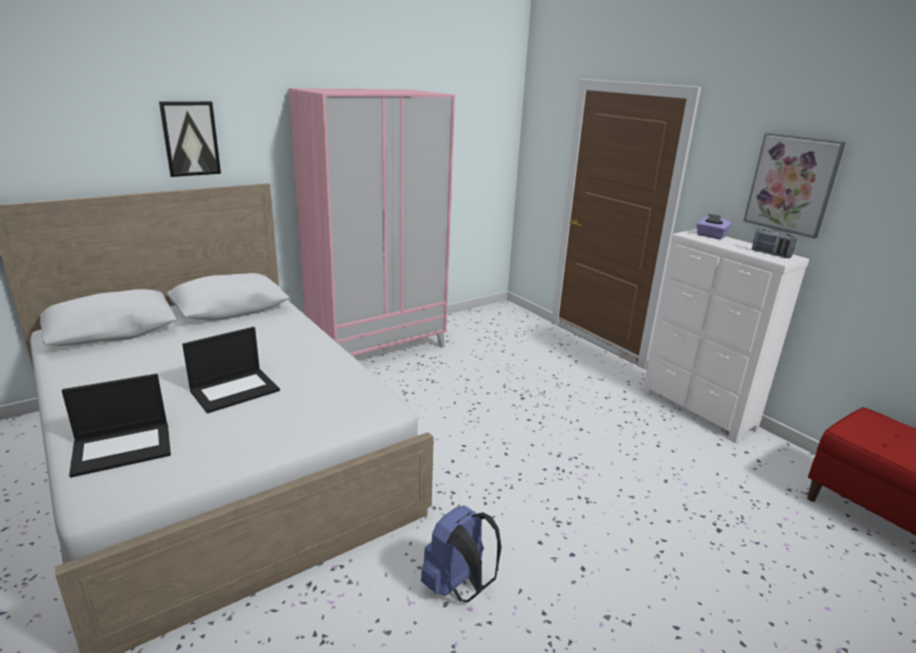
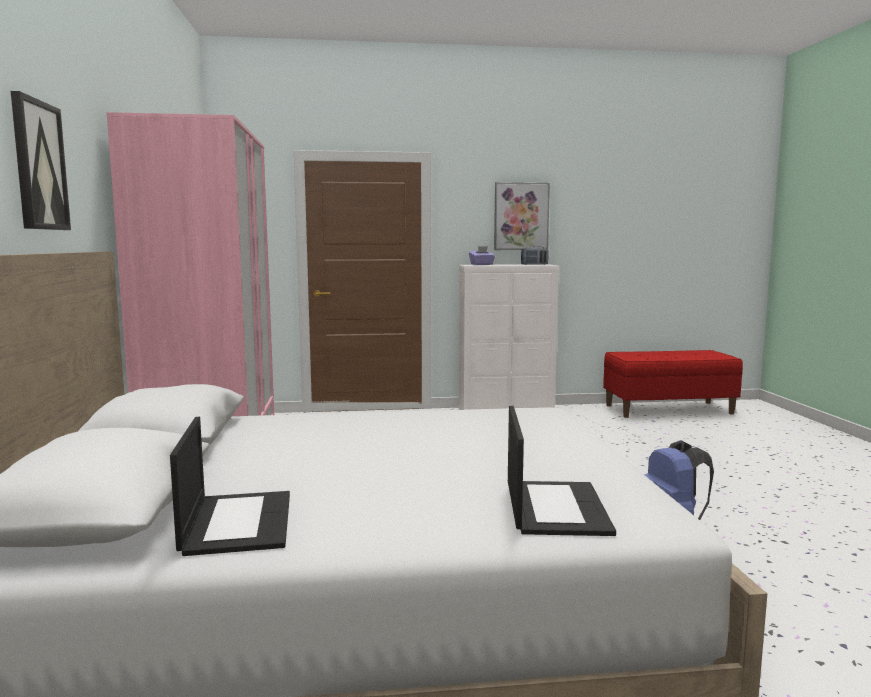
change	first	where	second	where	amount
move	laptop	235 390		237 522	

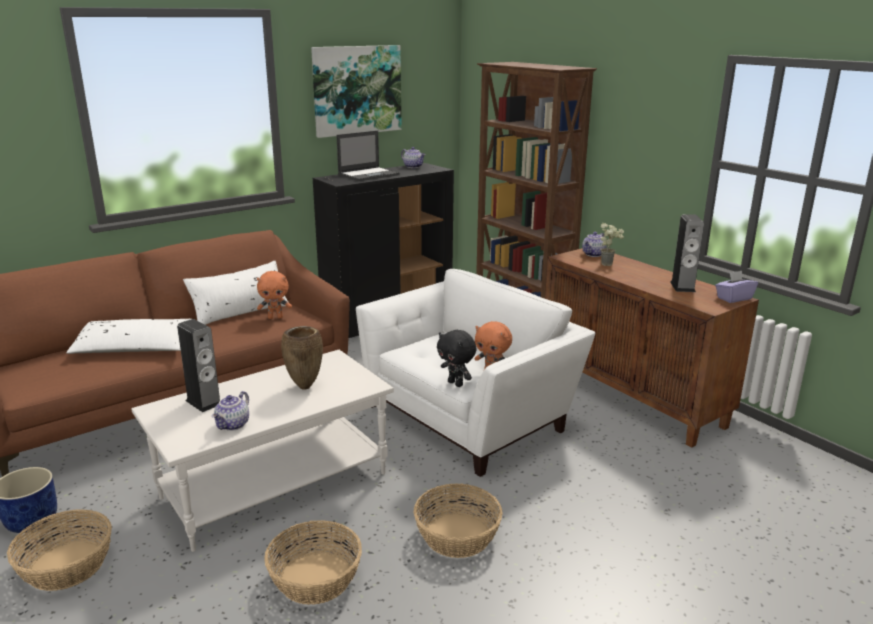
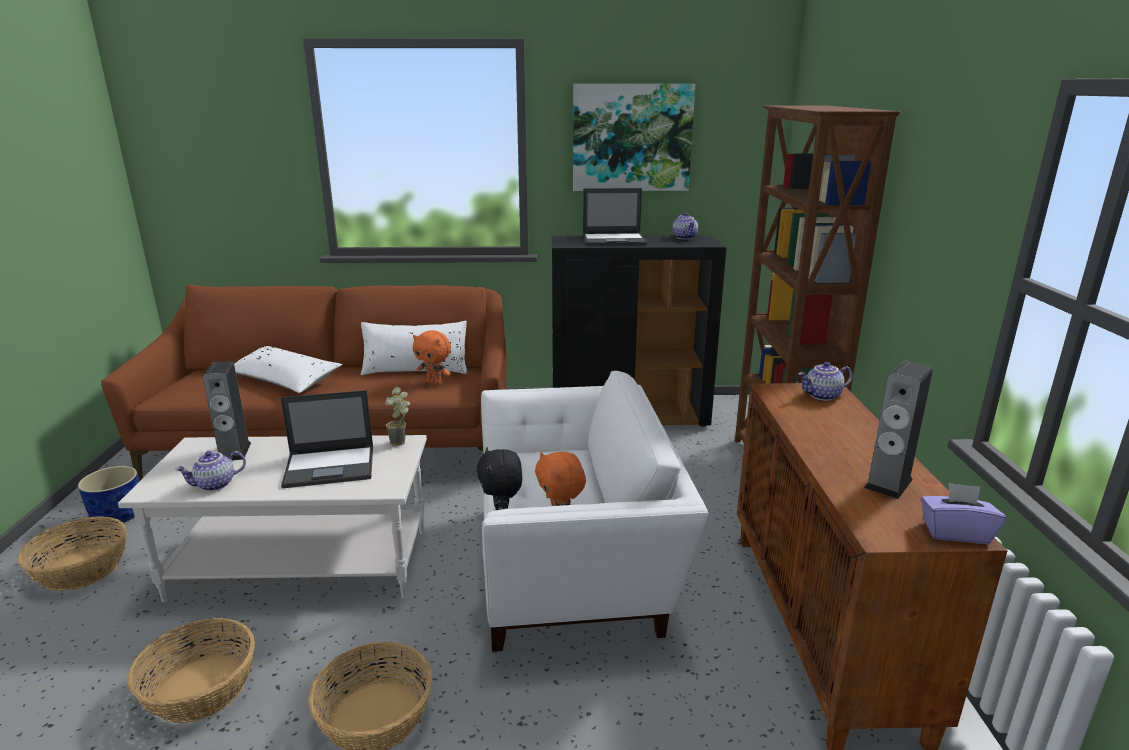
change	first	where	second	where	amount
move	potted plant	609 264		402 443	
replace	brown decorative vase	305 386	laptop	331 466	

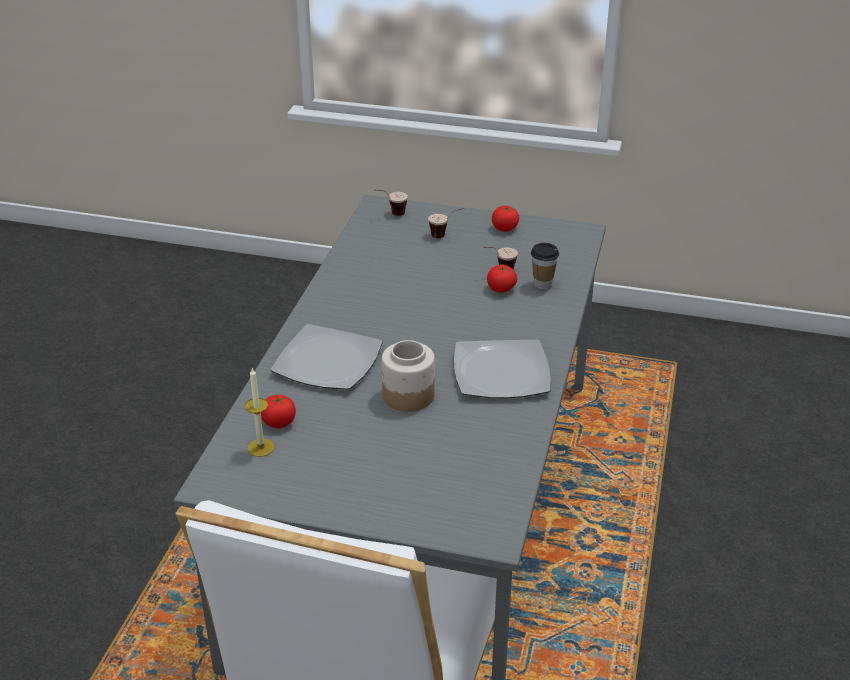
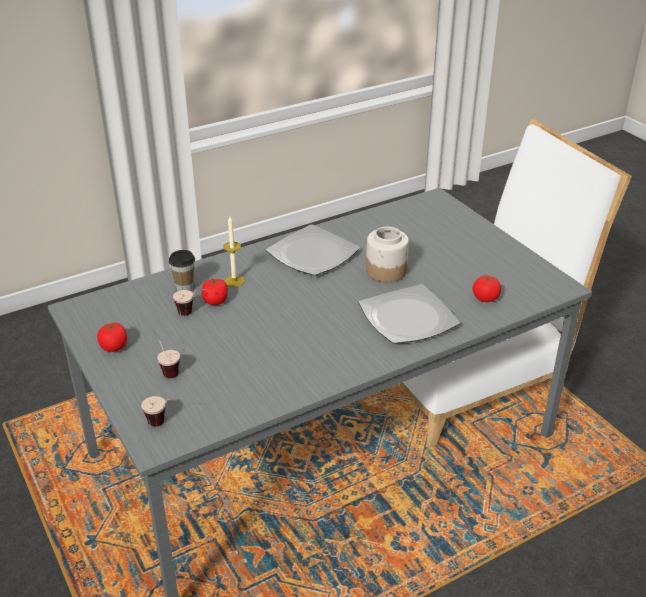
change	first	where	second	where	amount
move	wax candle	261 447		234 281	

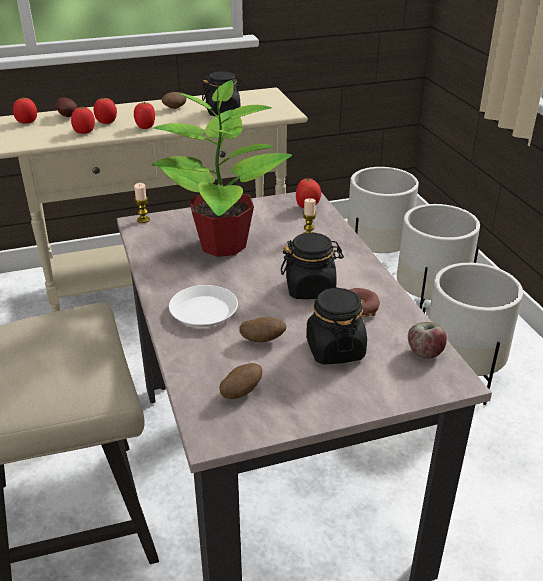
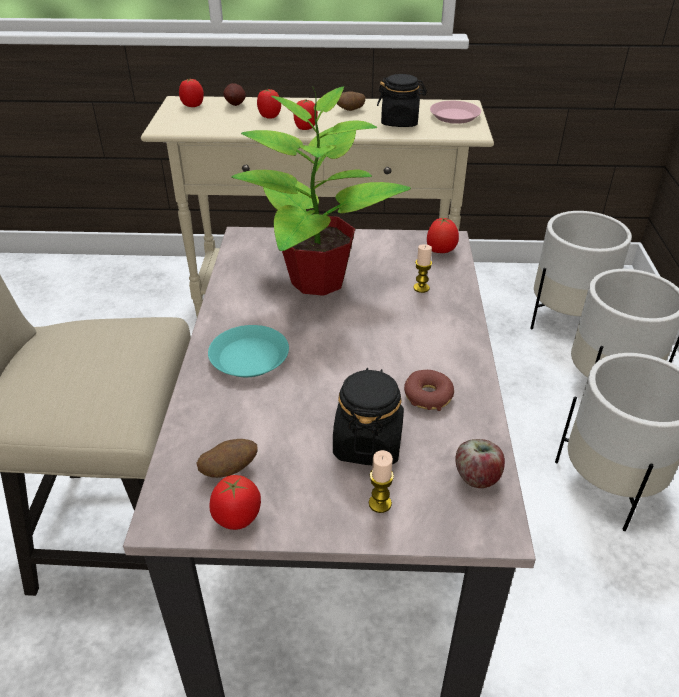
change	first	where	second	where	amount
delete	potato	263 340			
delete	black jar	310 288			
insert			pinkish flat dish	455 116	
move	fresh tomato	84 132		237 519	
move	wax candle	143 220		380 503	
recolor	whitish flat dish	204 311	blue-green flat dish	250 357	

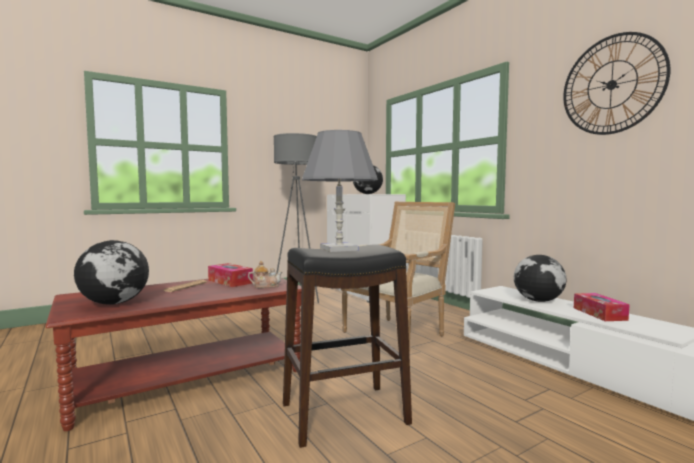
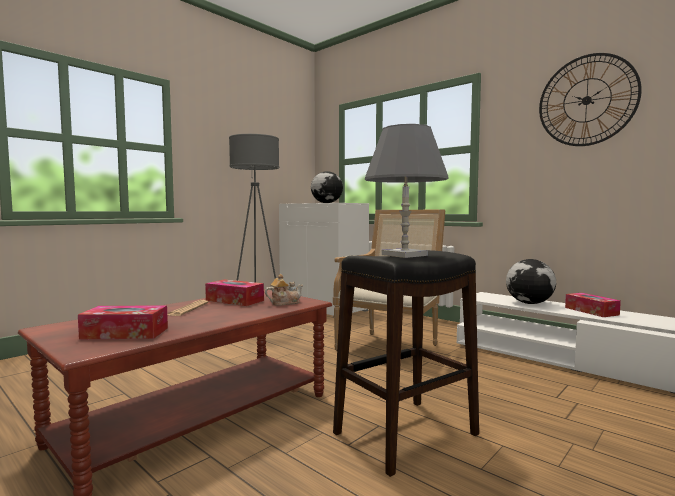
change	first	where	second	where	amount
replace	globe	115 303	tissue box	125 333	

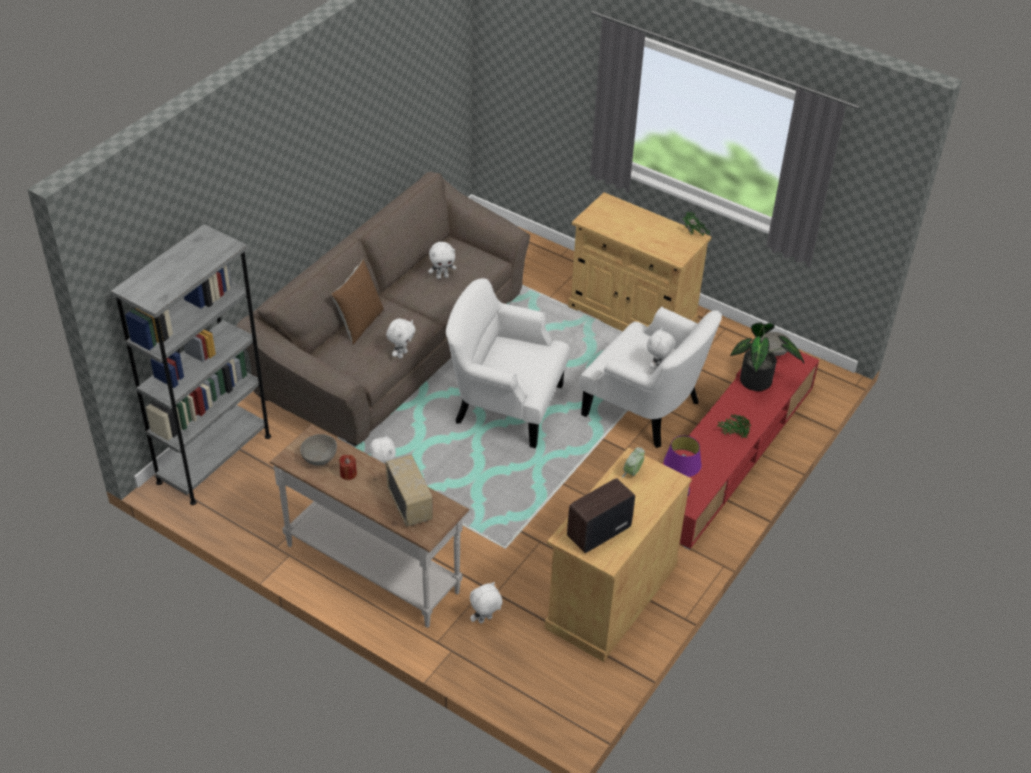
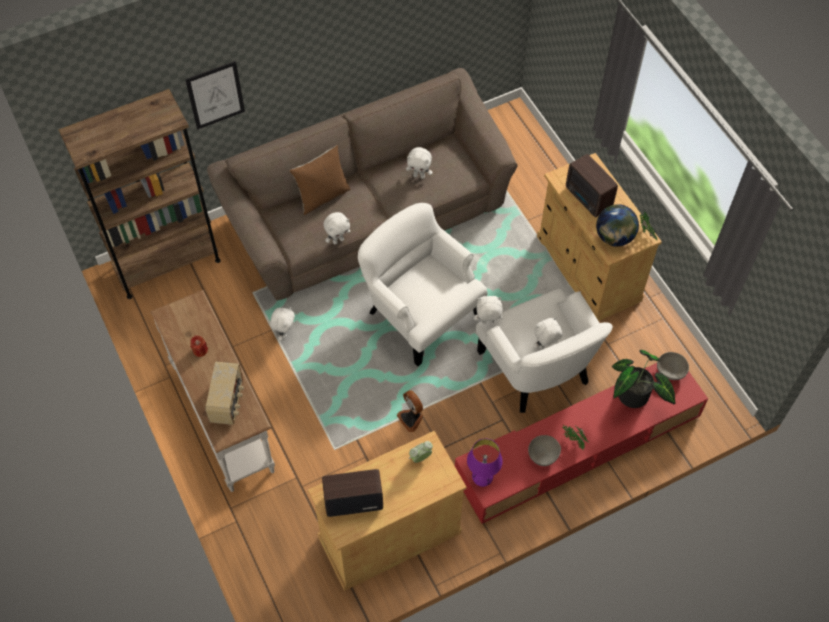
change	first	where	second	where	amount
insert			picture	215 95	
insert			fan	411 418	
insert			radio set	588 199	
insert			globe	614 237	
move	grey bowl	320 458		543 455	
move	whitish soft toy	485 620		487 323	
recolor	grey bookcase	214 459	brown bookcase	167 264	

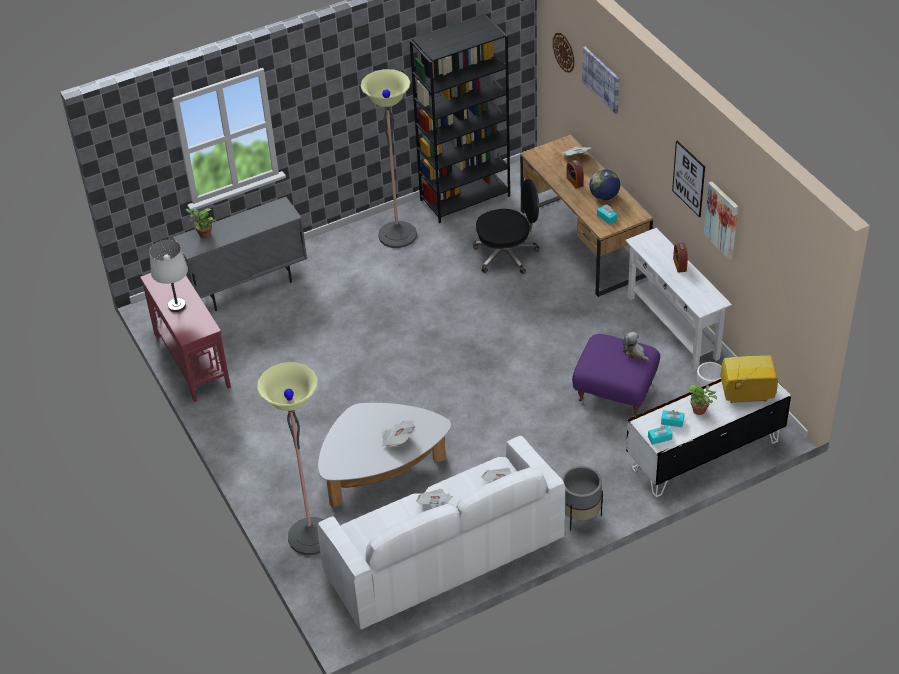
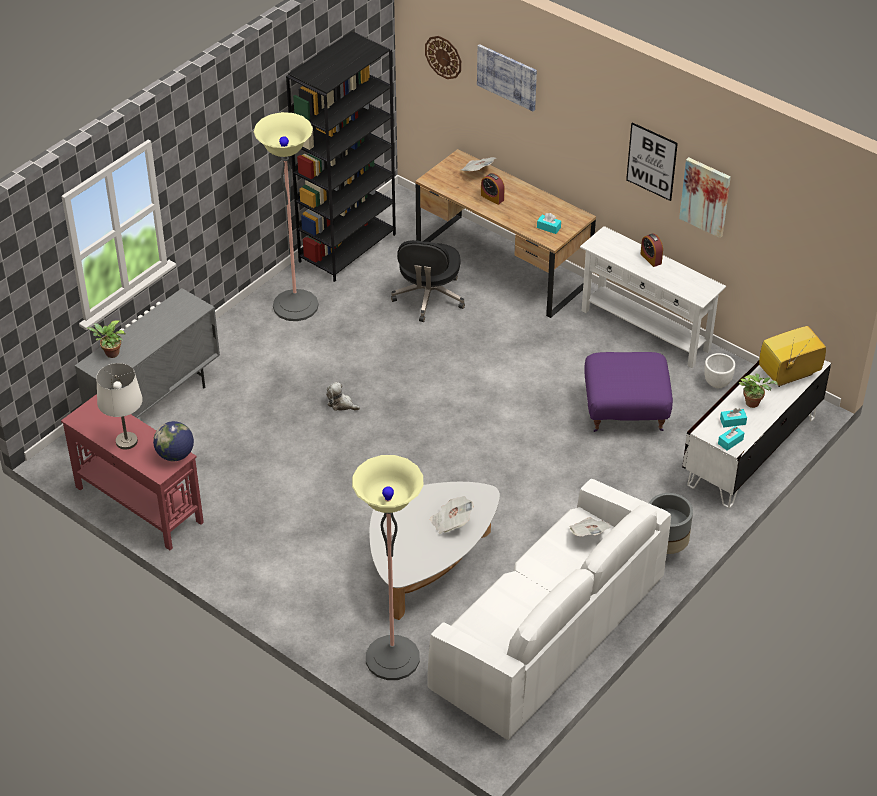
change	first	where	second	where	amount
delete	daily paper	435 503			
move	globe	604 196		175 455	
move	soft toy	634 353		341 404	
rotate	black computer chair	507 255		429 298	135 degrees clockwise

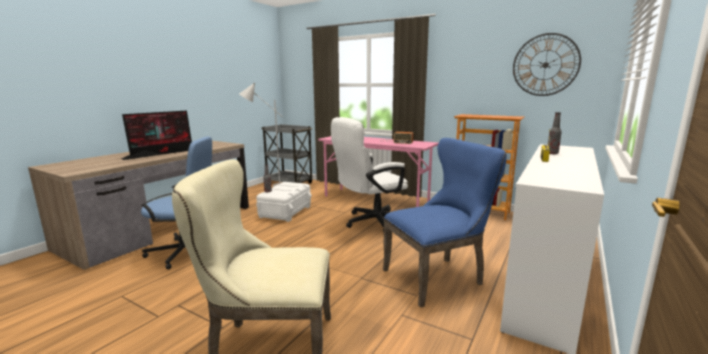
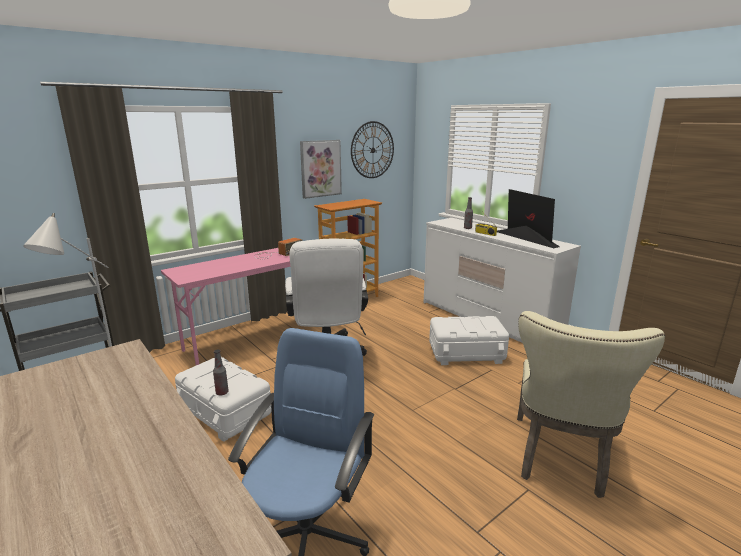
change	first	where	second	where	amount
insert			picture	320 168	
move	monitor	163 153		524 238	
replace	blue-coloured upright chair	438 277	whitish storage bin	466 353	

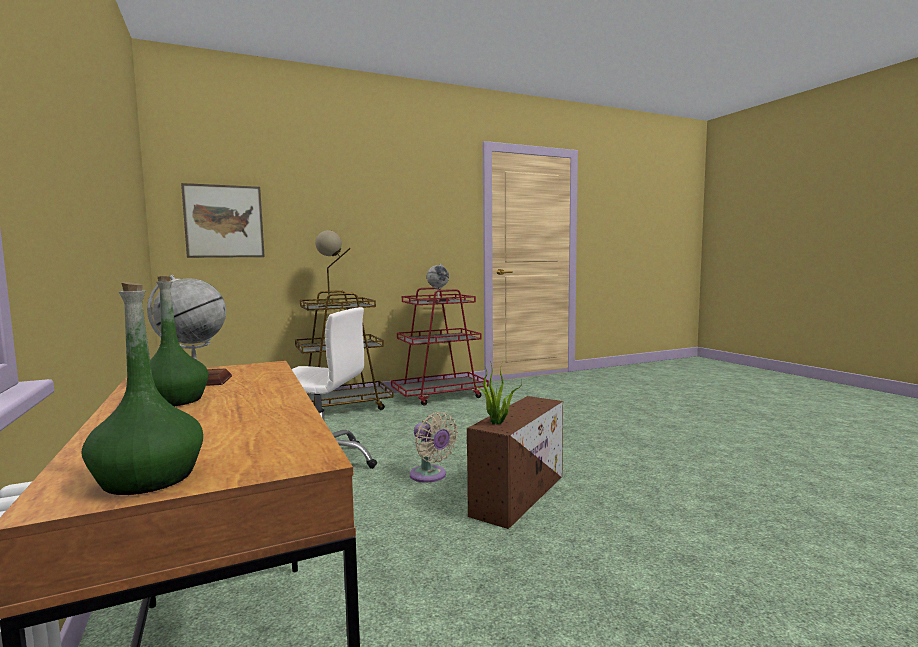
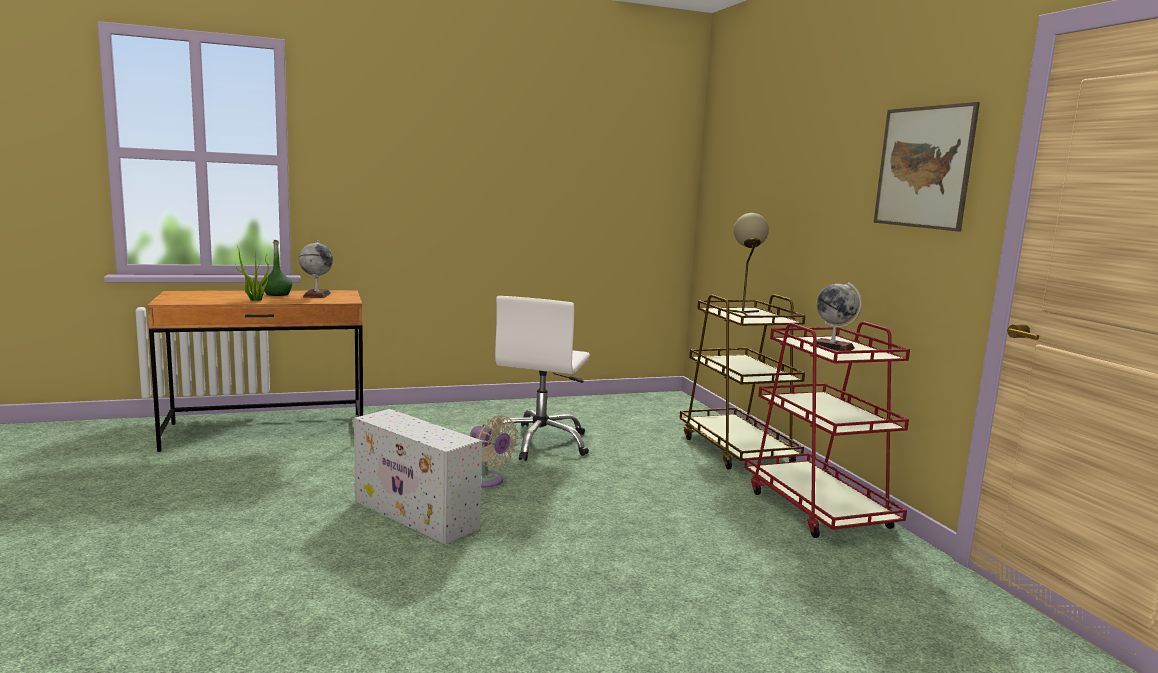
change	first	where	second	where	amount
delete	green-coloured bottle	149 478			
move	picture	224 221		923 167	
move	potted plant	497 423		254 300	
recolor	brown storage bin	519 494	whitish storage bin	417 515	
rotate	beige fan	430 476		487 481	105 degrees counterclockwise

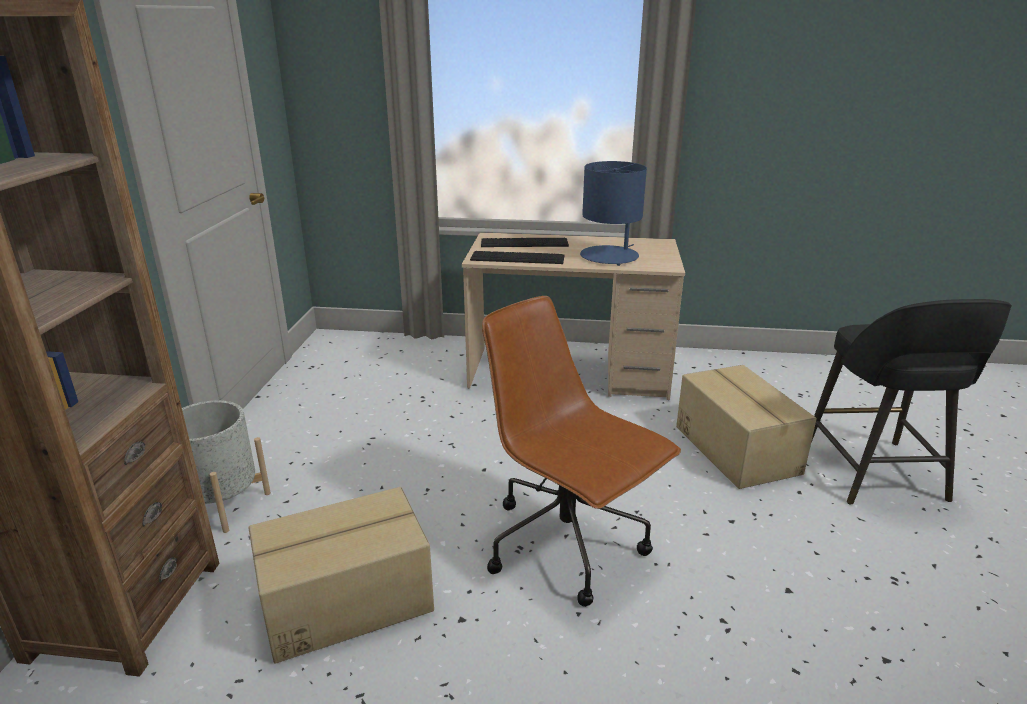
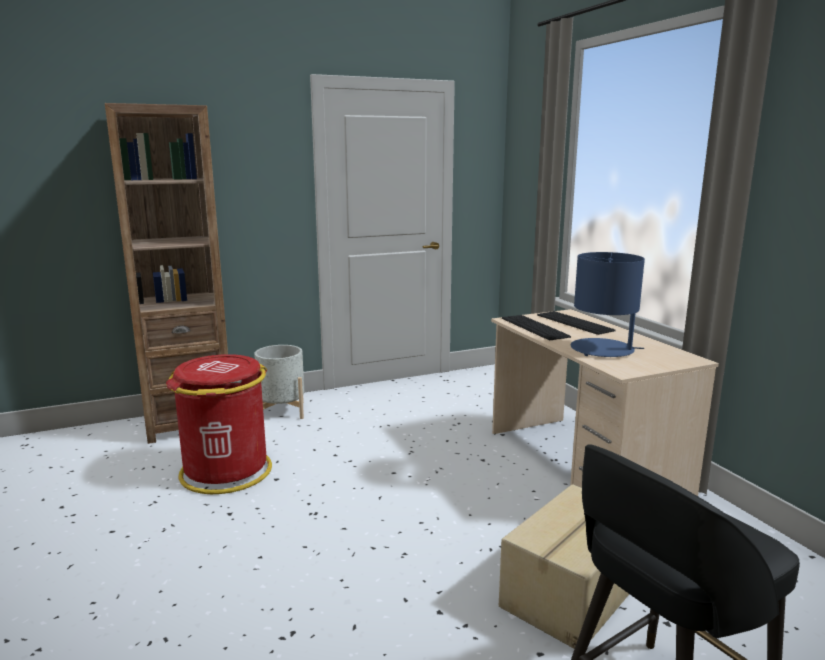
change	first	where	second	where	amount
delete	brown computer chair	568 545			
replace	packing box	345 600	reddish trash can	226 472	

